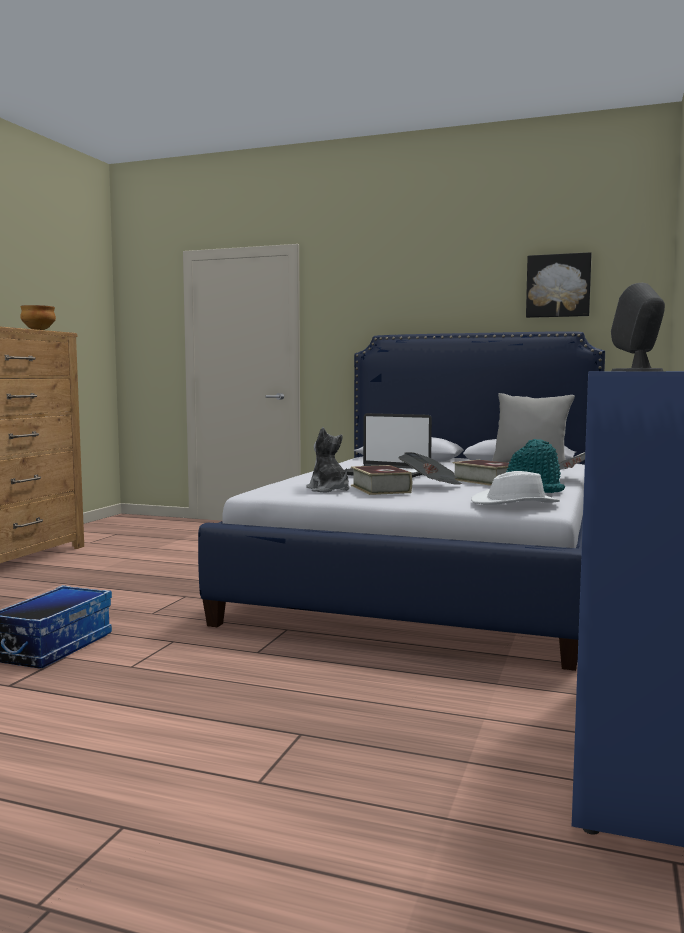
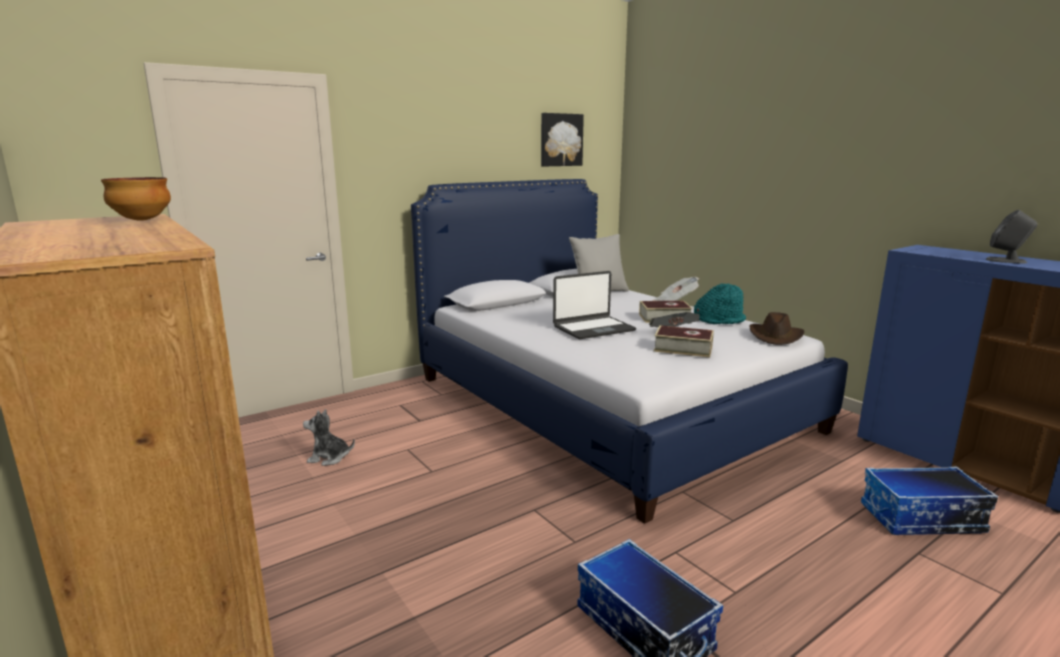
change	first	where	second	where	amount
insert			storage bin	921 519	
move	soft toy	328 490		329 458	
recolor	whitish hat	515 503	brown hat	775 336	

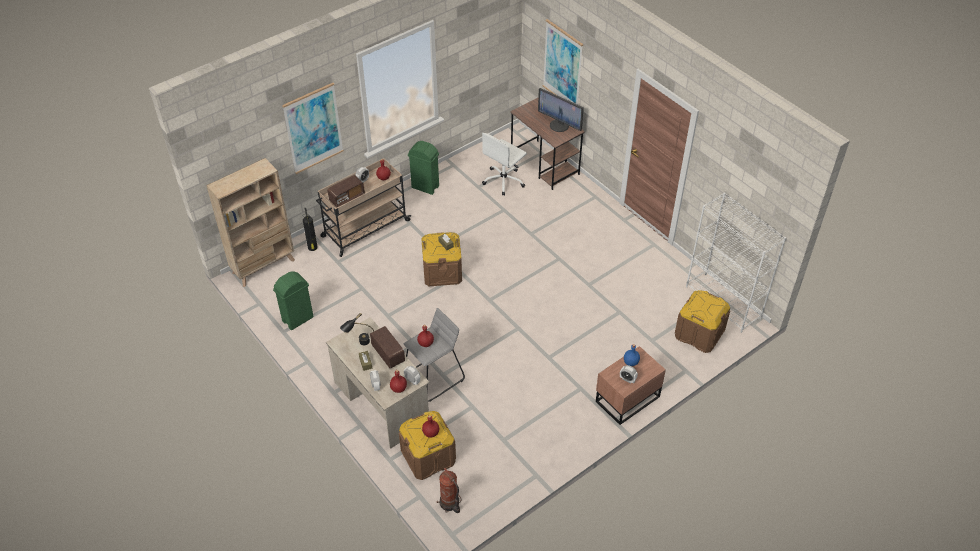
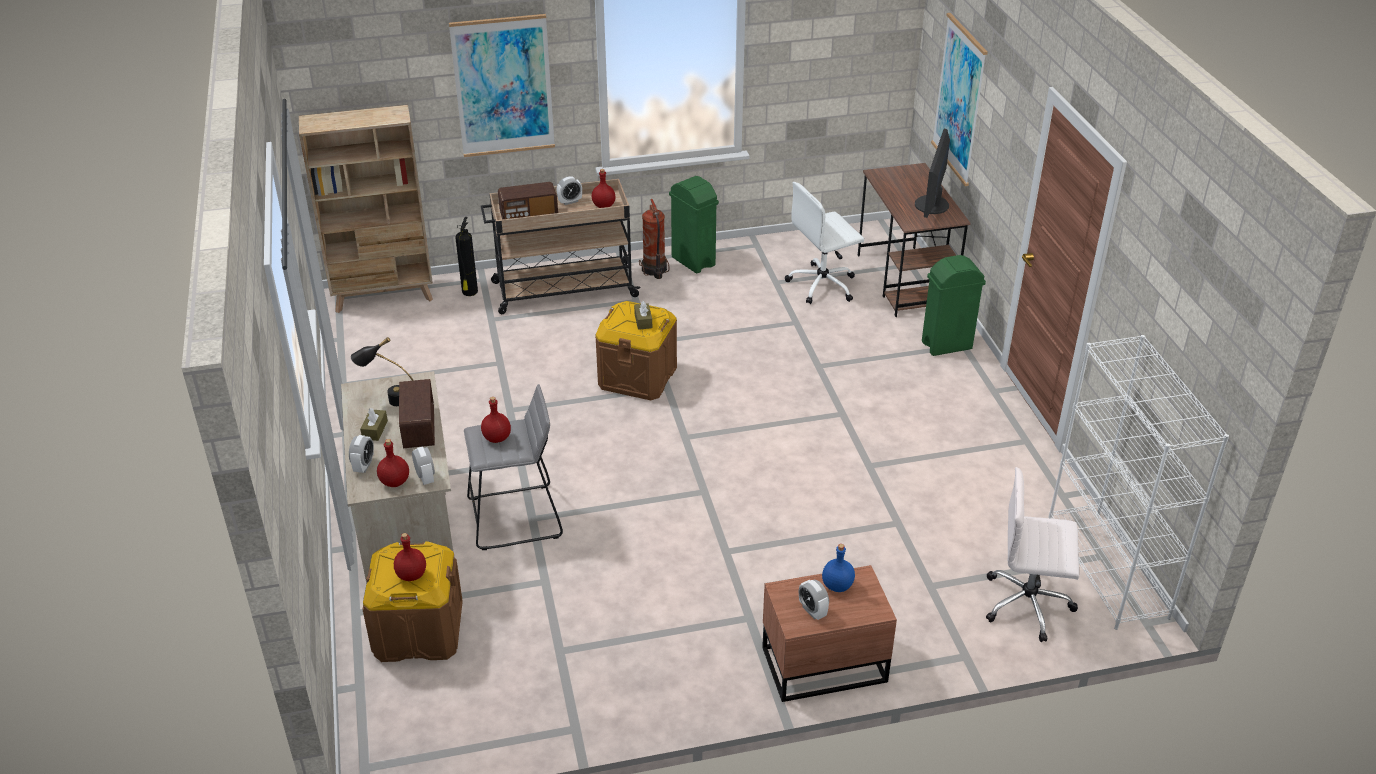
change	first	where	second	where	amount
move	green-coloured trash can	297 319		946 345	
move	fire extinguisher	450 503		654 270	
replace	brown storage bin	699 333	whitish computer chair	1028 604	
rotate	monitor	559 125		932 205	45 degrees clockwise

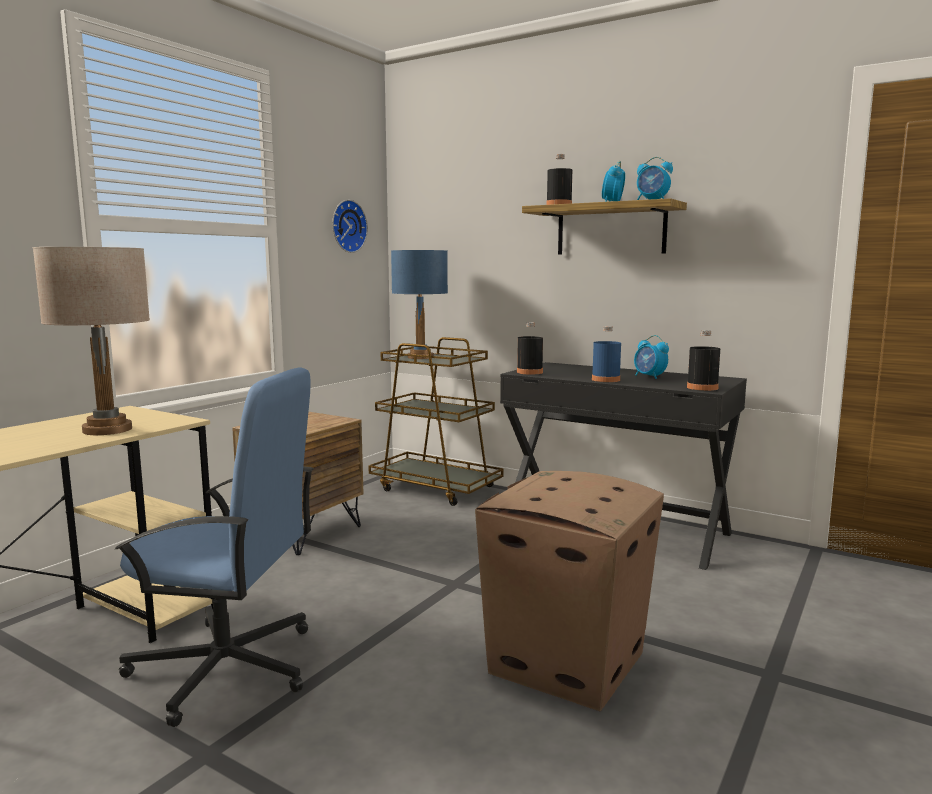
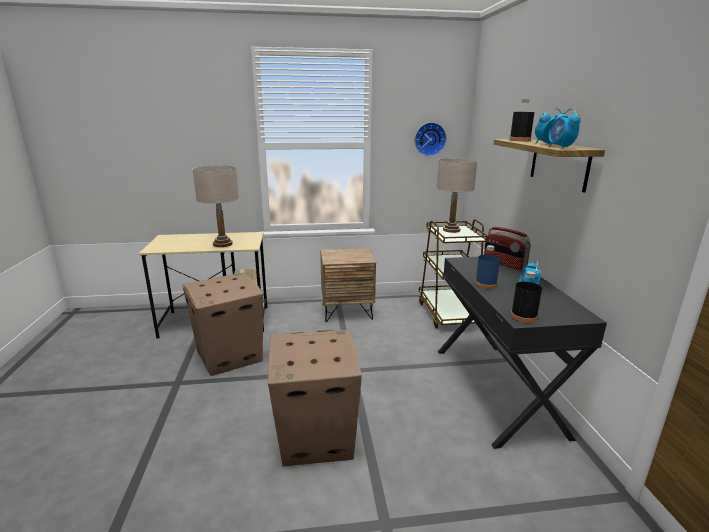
change	first	where	second	where	amount
delete	black bottle	529 372			
insert			radio set	504 264	
replace	blue-coloured computer chair	227 668	packing box	228 356	
recolor	blue-coloured tabletop lamp	420 357	beige tabletop lamp	451 230	

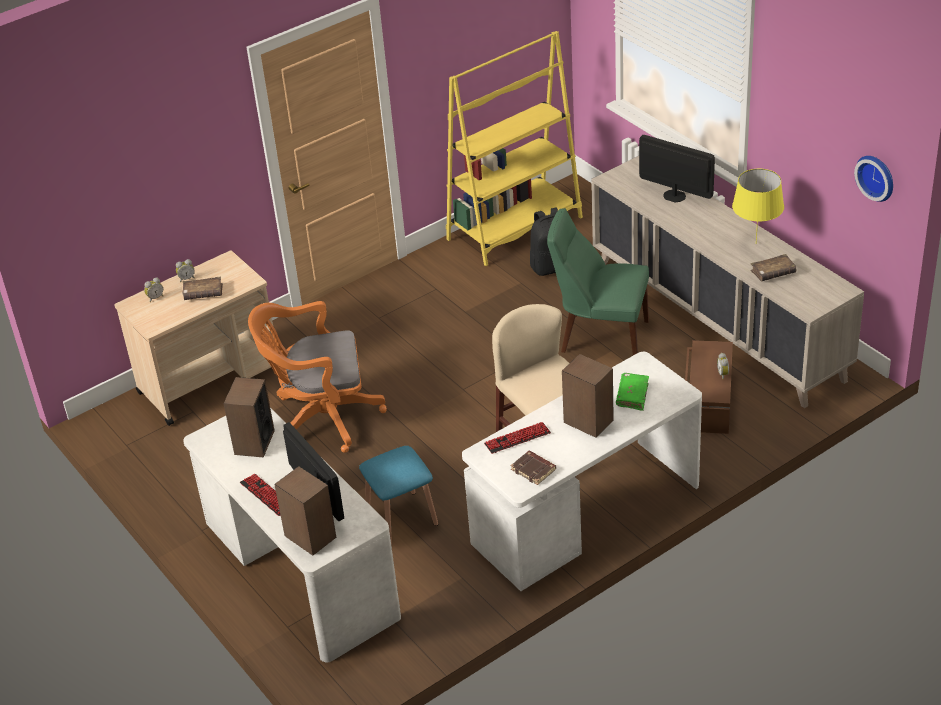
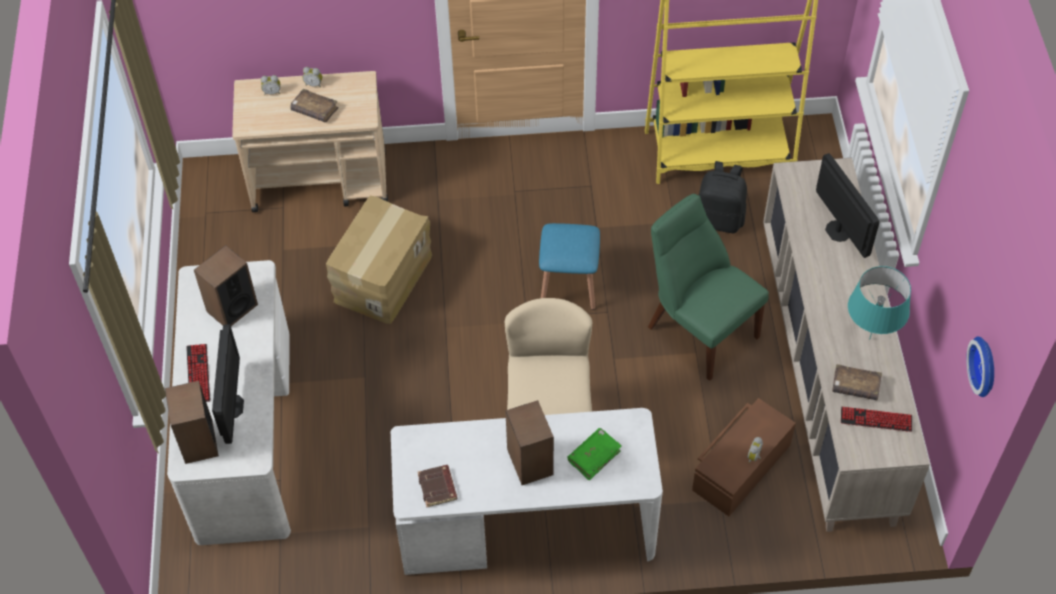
change	first	where	second	where	amount
move	blue-coloured stool	401 518		569 285	
move	computer keyboard	517 439		876 420	
replace	orange-coloured computer chair	321 418	packing box	382 277	
recolor	yellow-coloured tabletop lamp	756 243	blue-green tabletop lamp	869 339	

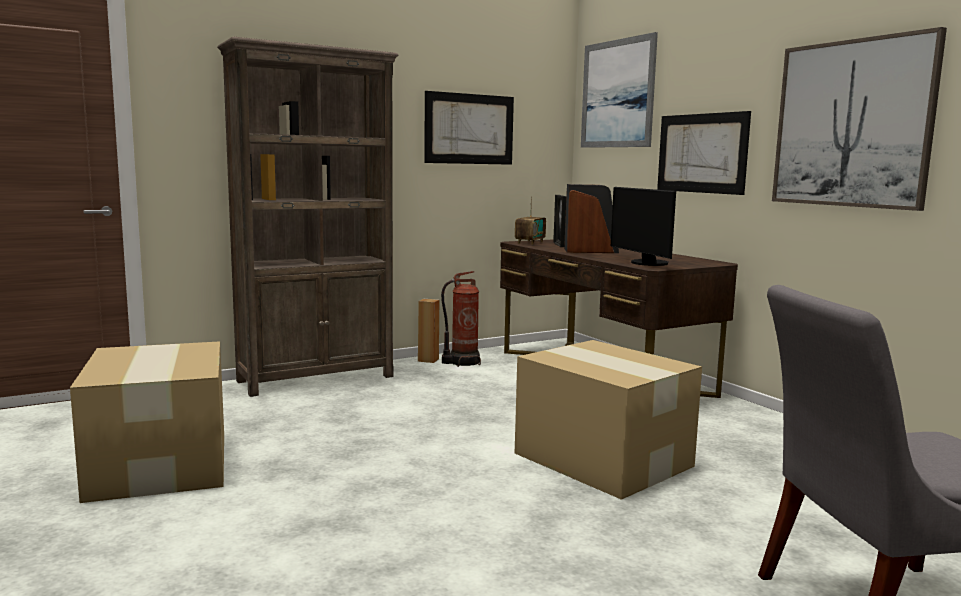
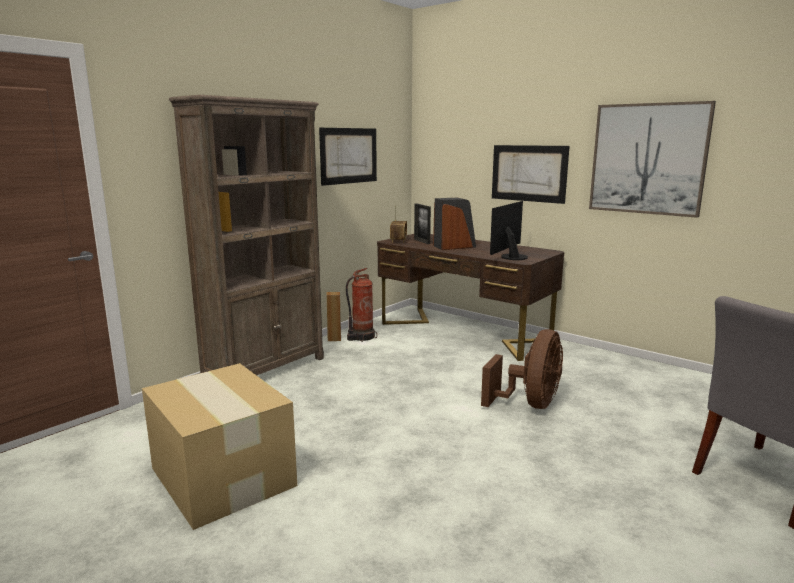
change	first	where	second	where	amount
delete	picture	617 94			
replace	packing box	602 458	brown fan	530 404	
rotate	monitor	646 263		511 257	75 degrees clockwise

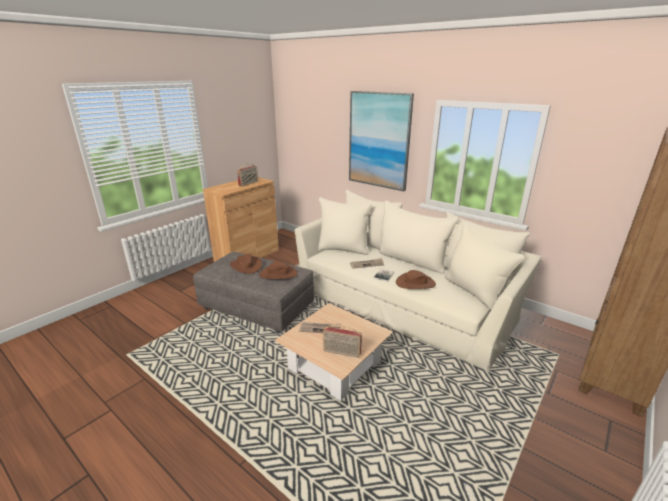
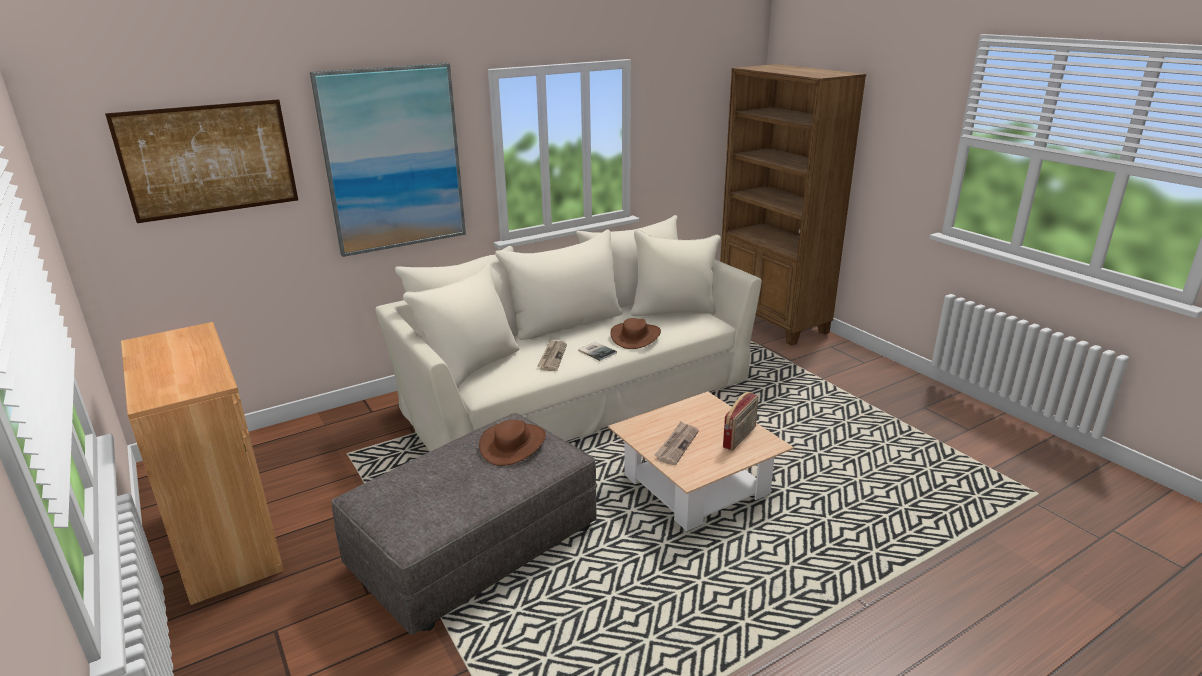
change	first	where	second	where	amount
delete	brown hat	246 266			
delete	radio set	248 183			
insert			picture	209 159	

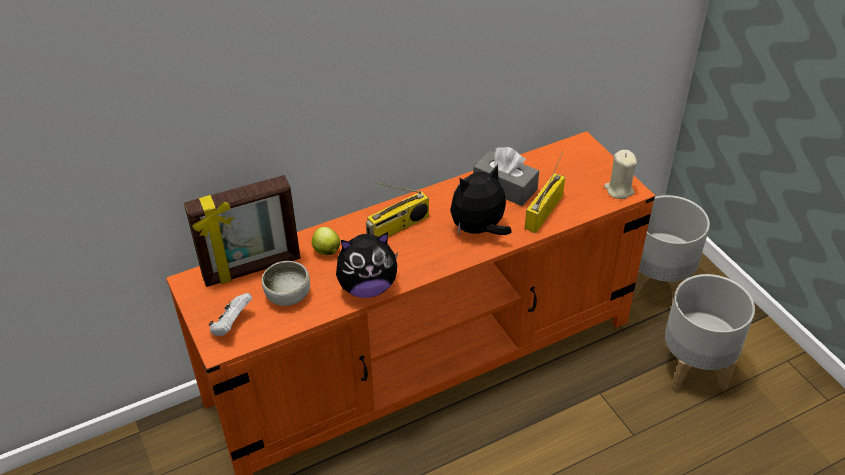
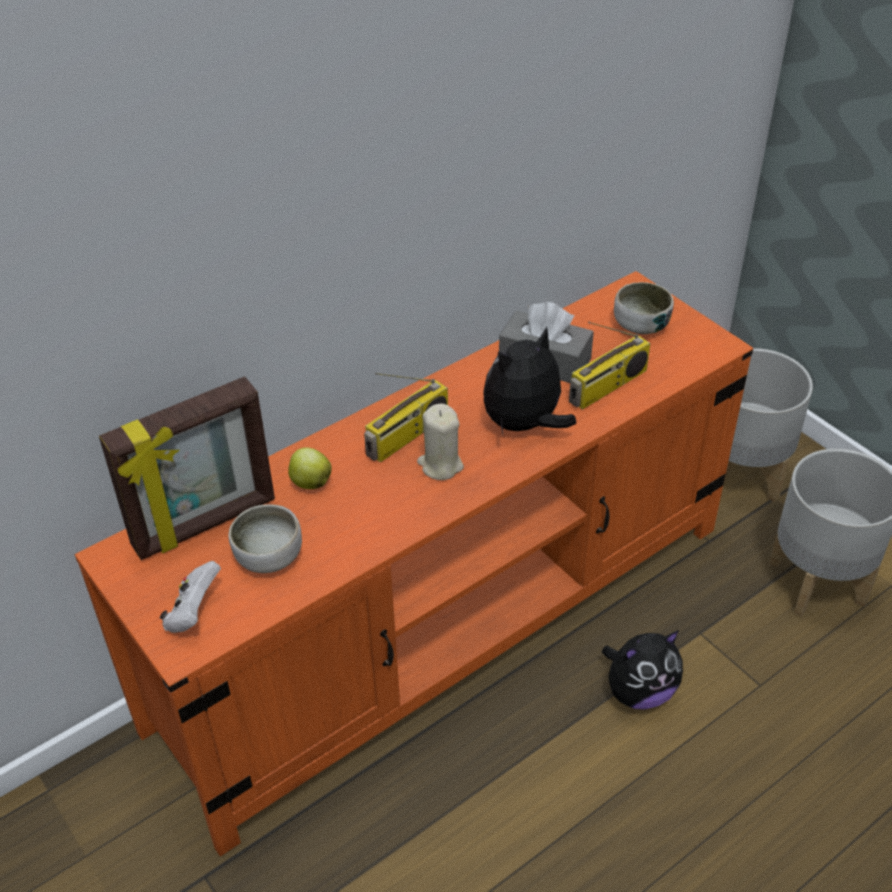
change	first	where	second	where	amount
insert			bowl	641 325	
move	soft toy	367 287		639 692	
move	beige wax candle	618 190		440 465	
rotate	radio set	543 211		608 387	150 degrees counterclockwise

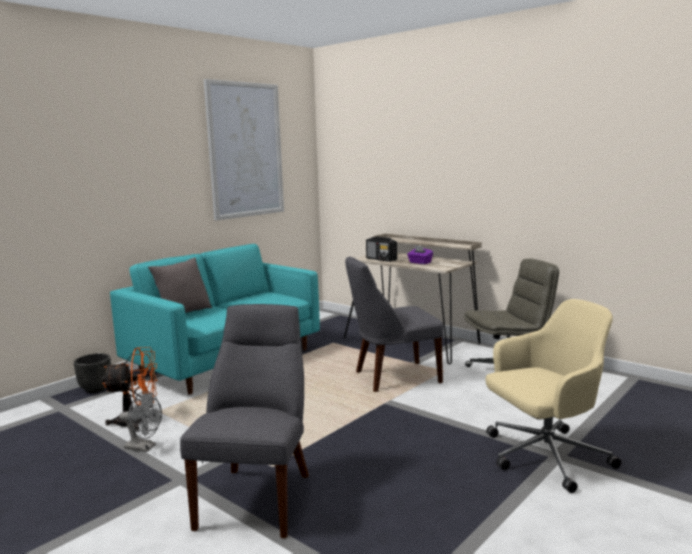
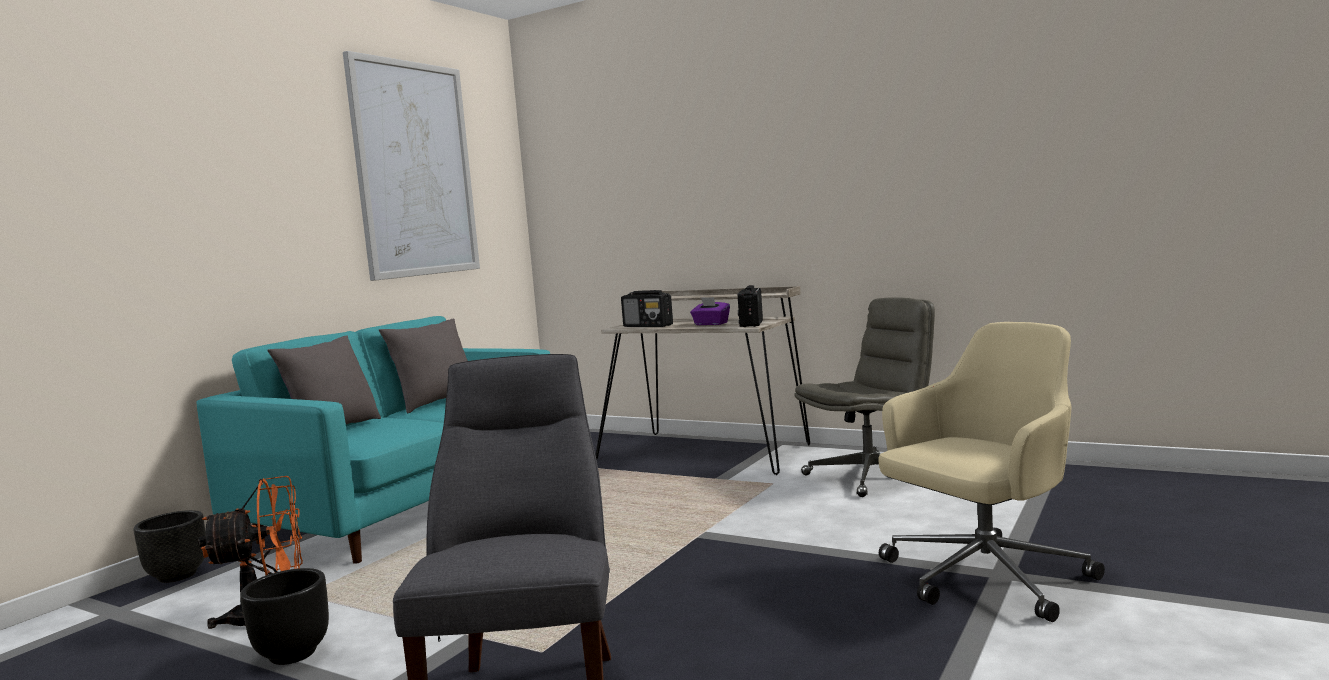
change	first	where	second	where	amount
delete	grey upright chair	393 377			
insert			grey throw pillow	435 403	
insert			radio set	751 324	
replace	grey fan	144 447	black flower pot	292 654	

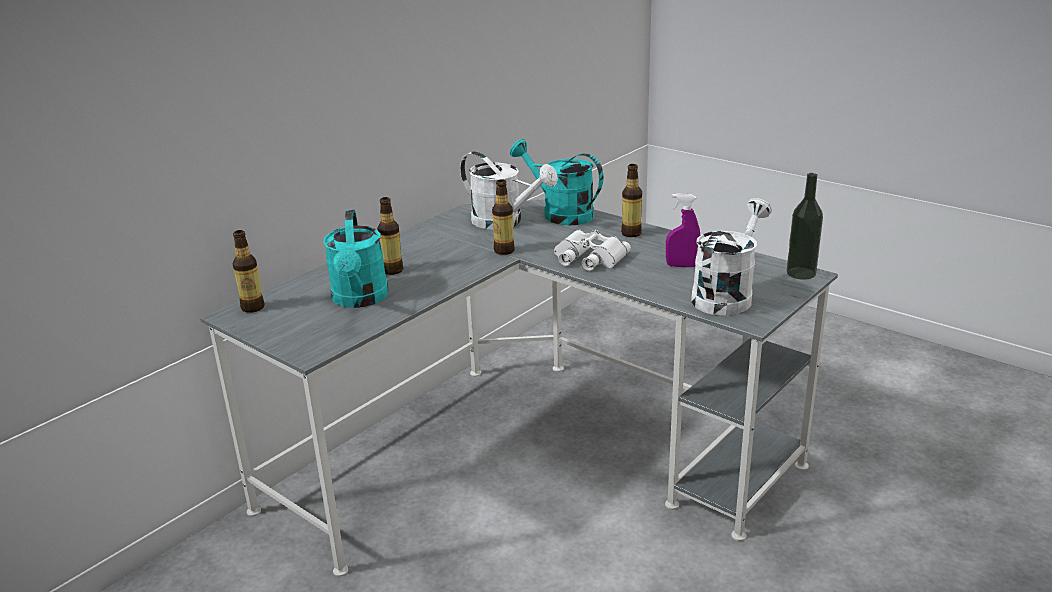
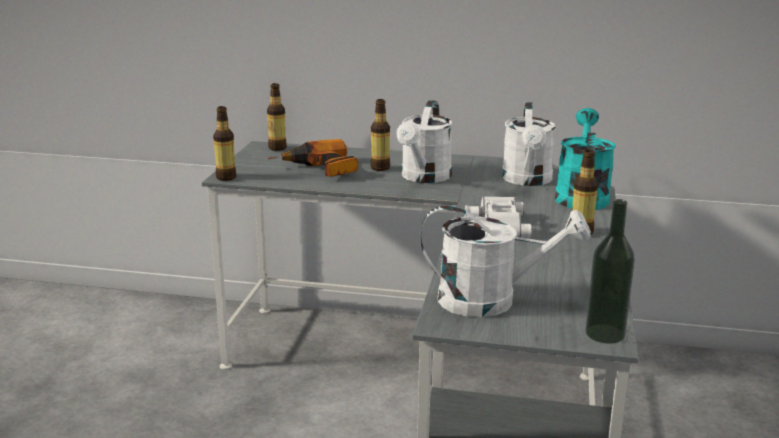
change	first	where	second	where	amount
delete	purple spray bottle	681 266			
insert			whitish sprinkling can	424 178	
move	bottle	504 251		226 177	
replace	blue-green sprinkling can	360 299	power drill	320 170	

